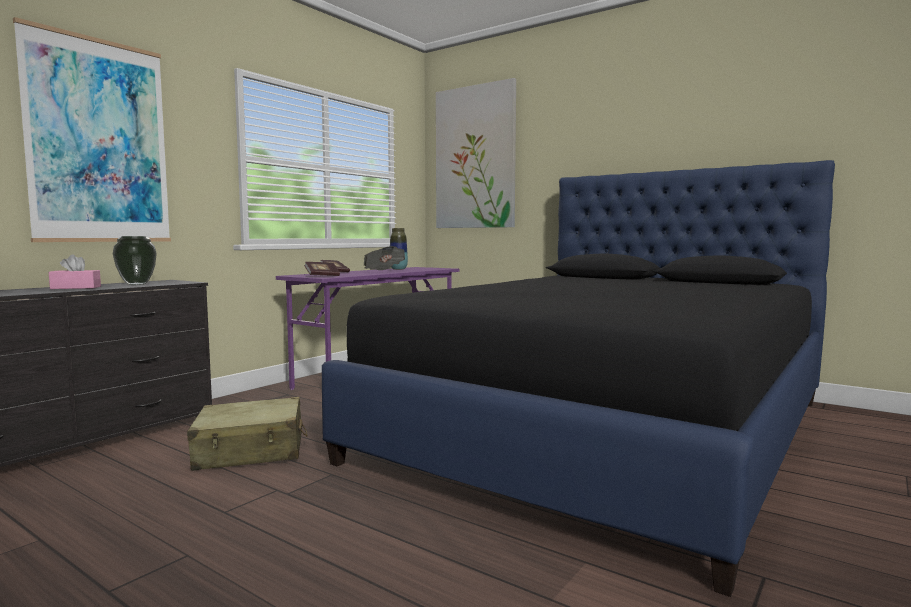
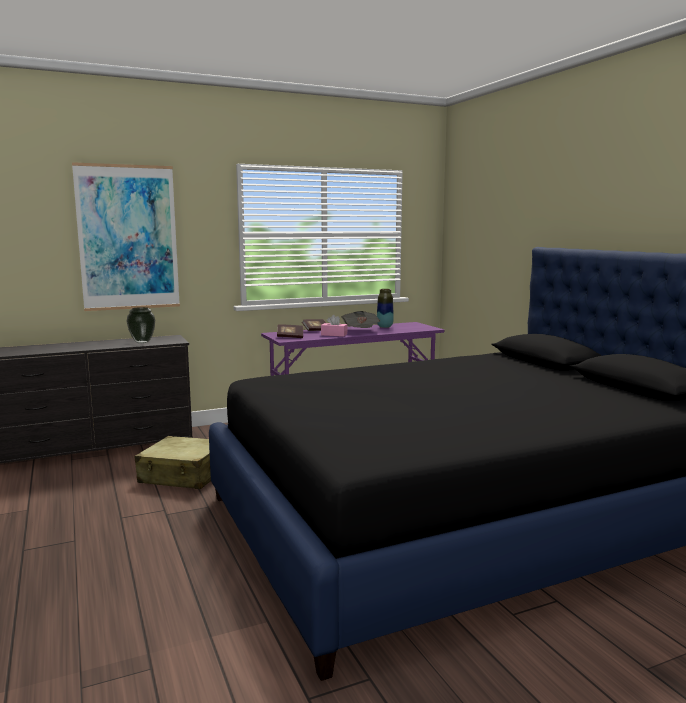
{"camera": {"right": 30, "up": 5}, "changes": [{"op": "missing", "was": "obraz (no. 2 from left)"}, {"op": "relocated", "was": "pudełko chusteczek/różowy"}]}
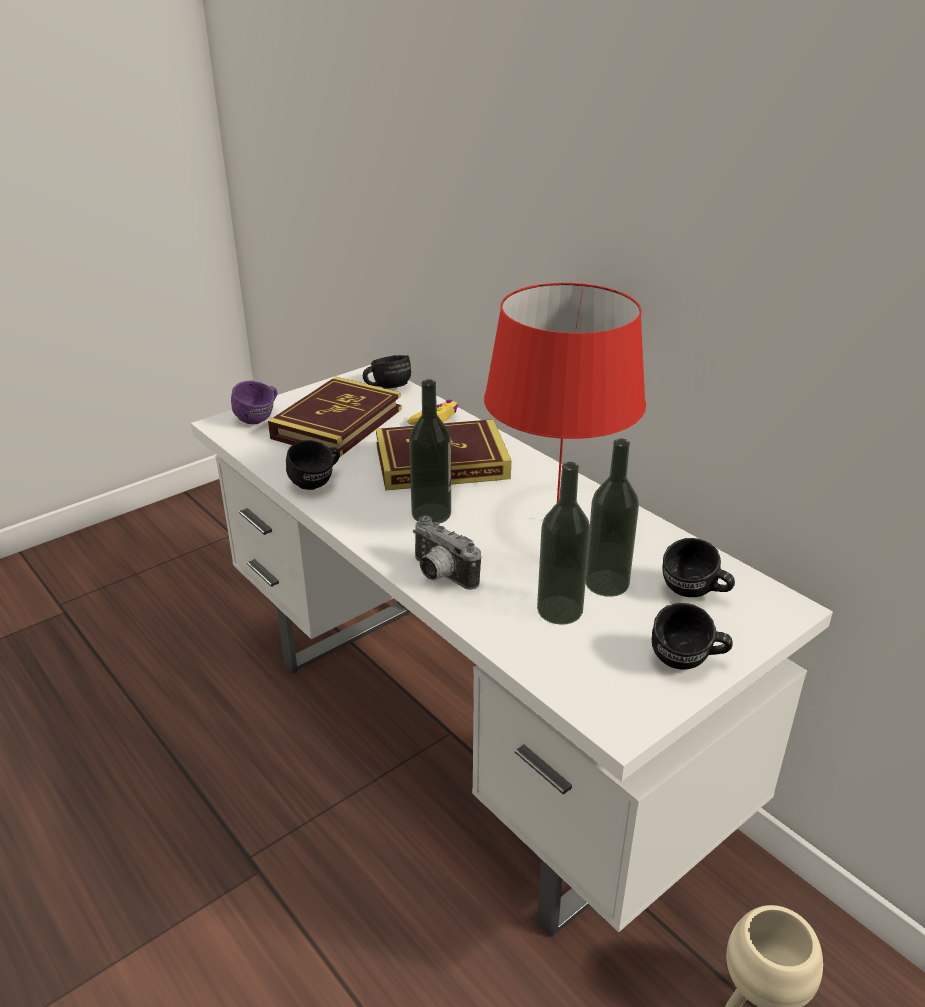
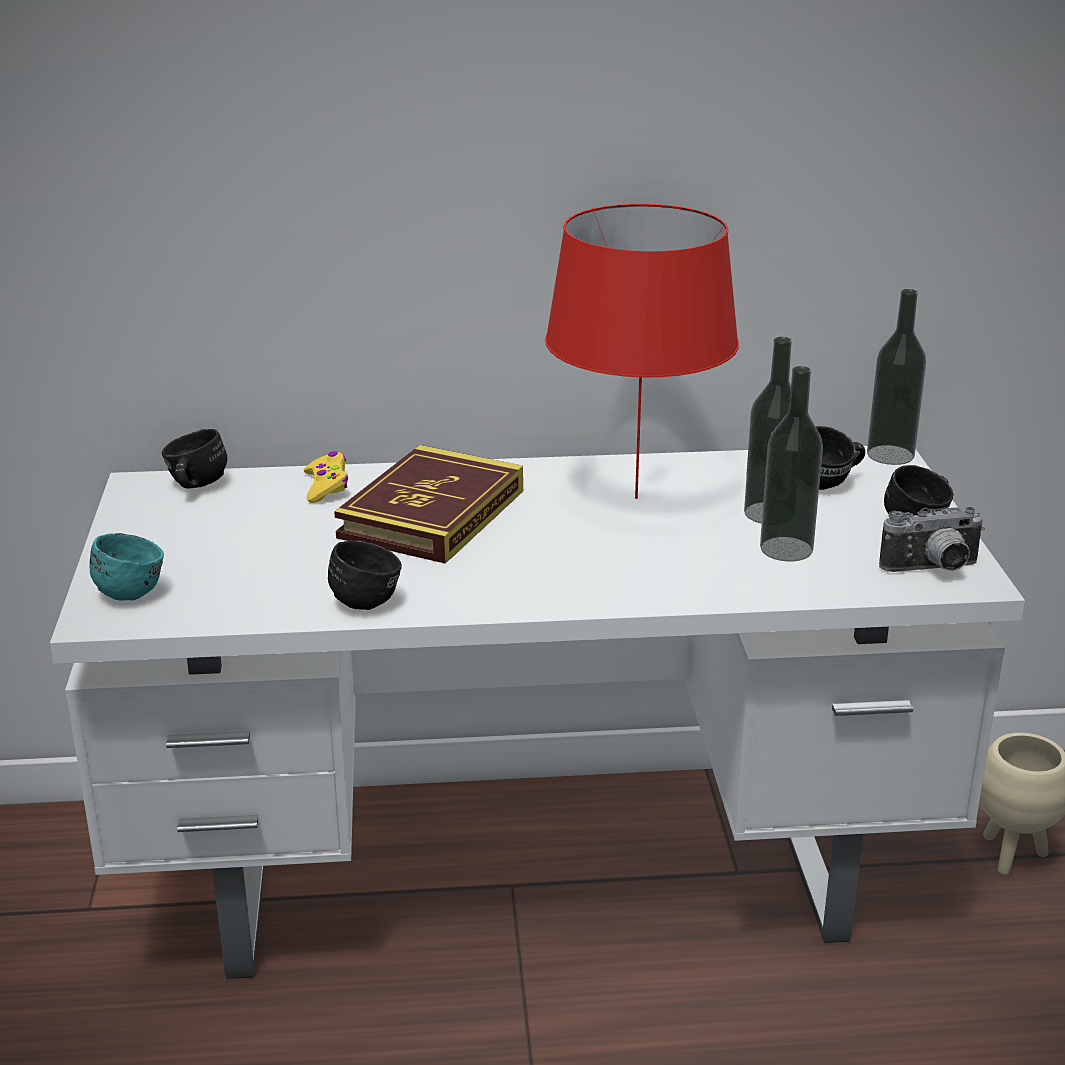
{"camera": {"right": -55, "up": -5}, "changes": [{"op": "missing", "was": "książka (no. 1 from left)"}, {"op": "relocated", "was": "butelka (no. 1 from left in the first image)", "now": "butelka (no. 3 from left)"}, {"op": "colour", "was": "kubek/fioletowy", "now": "kubek/turkusowy"}, {"op": "relocated", "was": "aparat fotograficzny"}]}
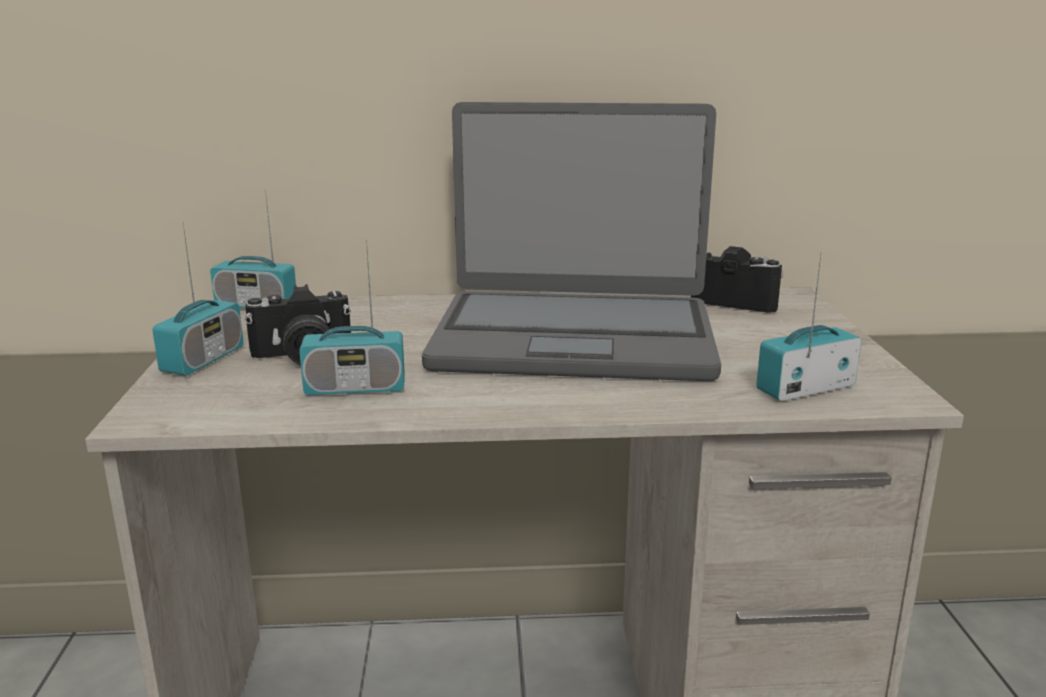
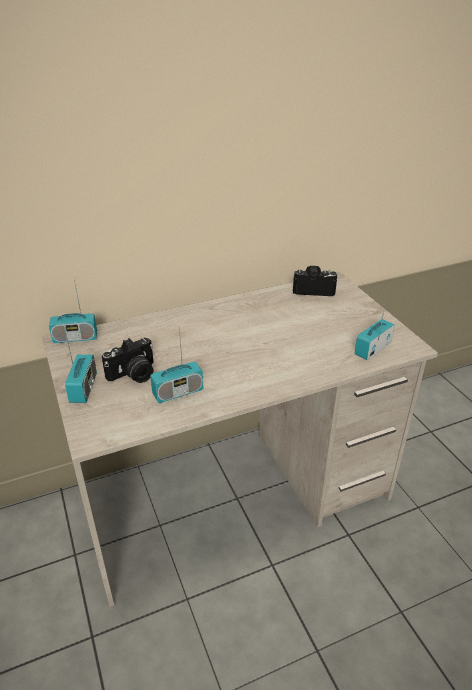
{"camera": {"right": -20, "up": 15}, "changes": [{"op": "missing", "was": "laptop"}]}
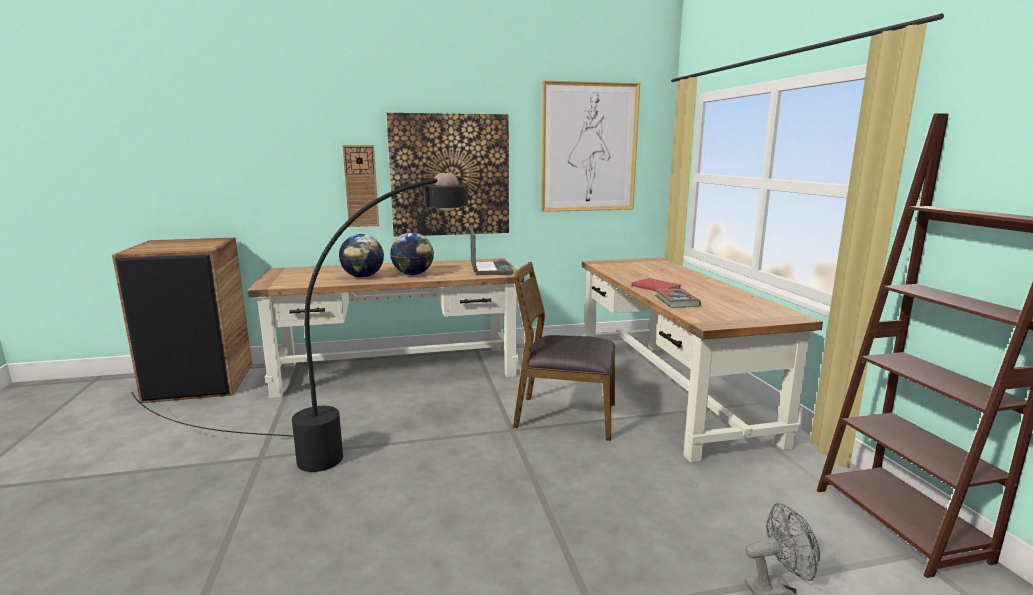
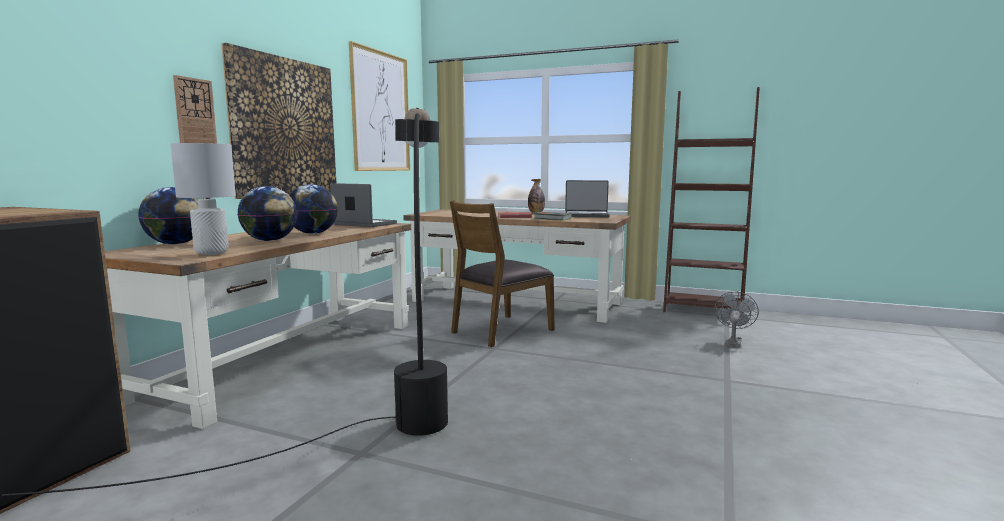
{"camera": {"right": -55, "up": -5}, "changes": [{"op": "appeared", "now": "lampa stołowa/szary"}, {"op": "appeared", "now": "butelka"}, {"op": "appeared", "now": "laptop (no. 2 from left)"}, {"op": "appeared", "now": "globus (no. 1 from left)"}]}
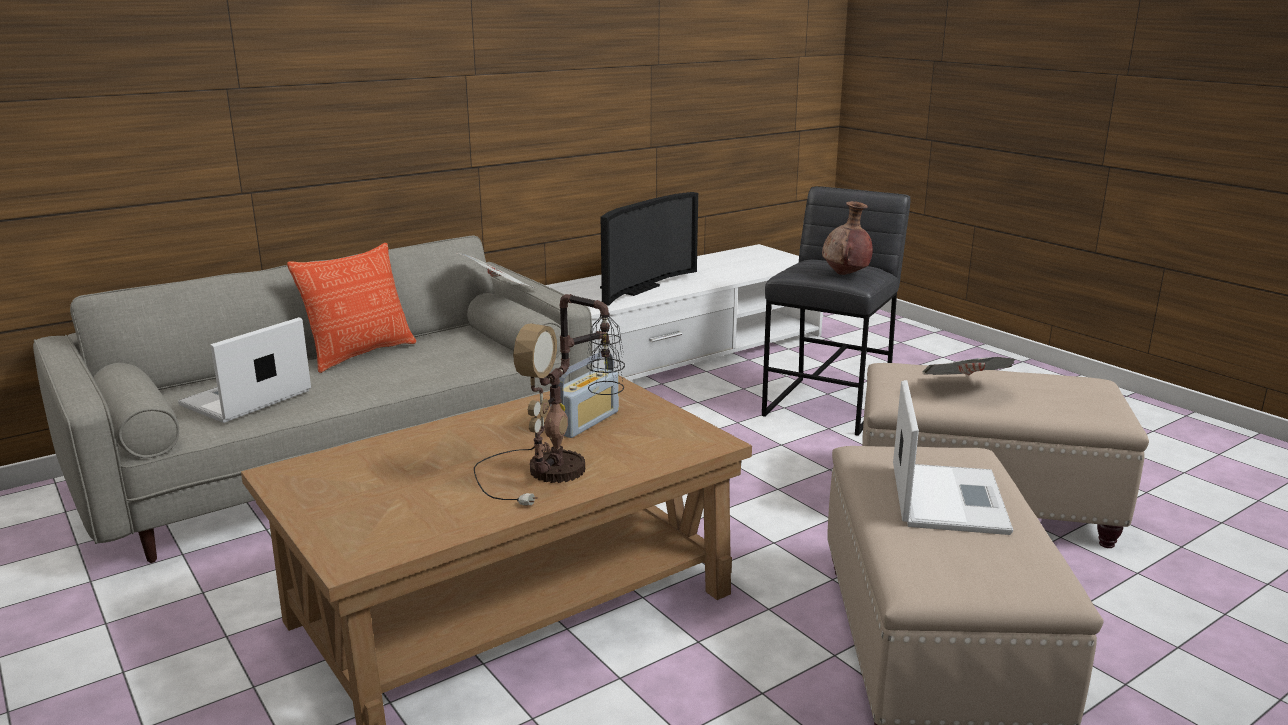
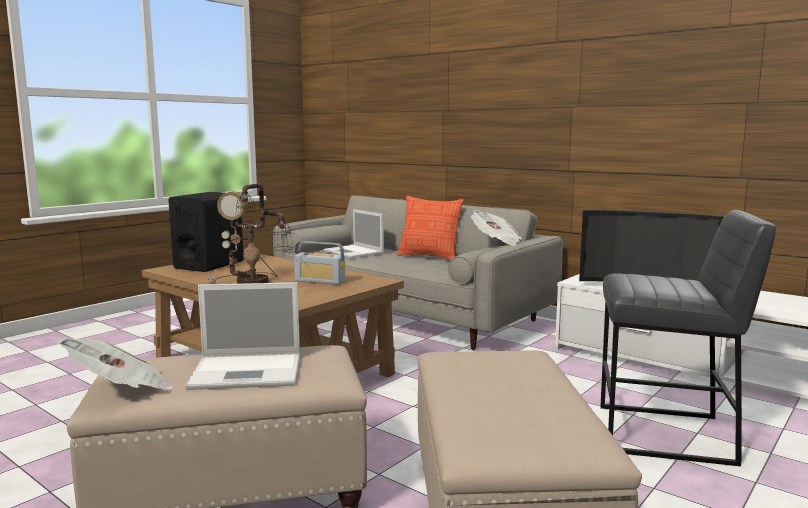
{"camera": {"right": 75, "up": -10}, "changes": [{"op": "missing", "was": "wazon/brązowy"}, {"op": "spun", "was": "laptop (no. 1 from left in the first image)", "clockwise": -150}, {"op": "relocated", "was": "gazeta (no. 2 from left in the first image)", "now": "gazeta (no. 1 from left)"}, {"op": "appeared", "now": "głośnik/czarny"}]}
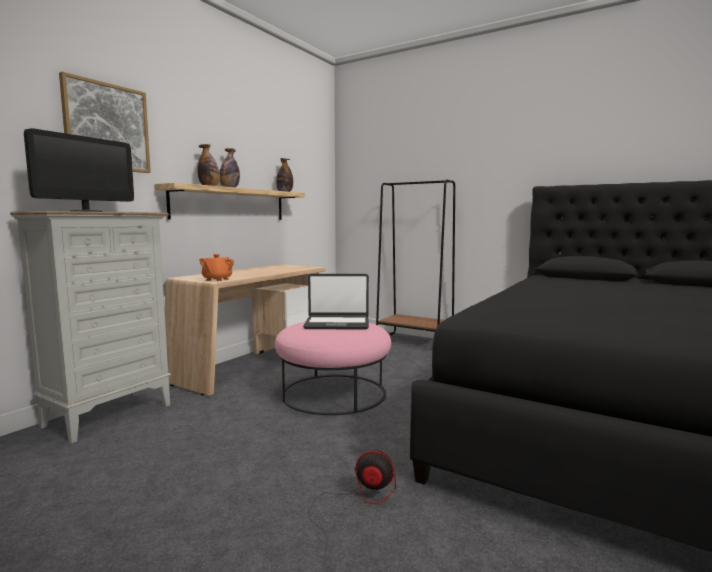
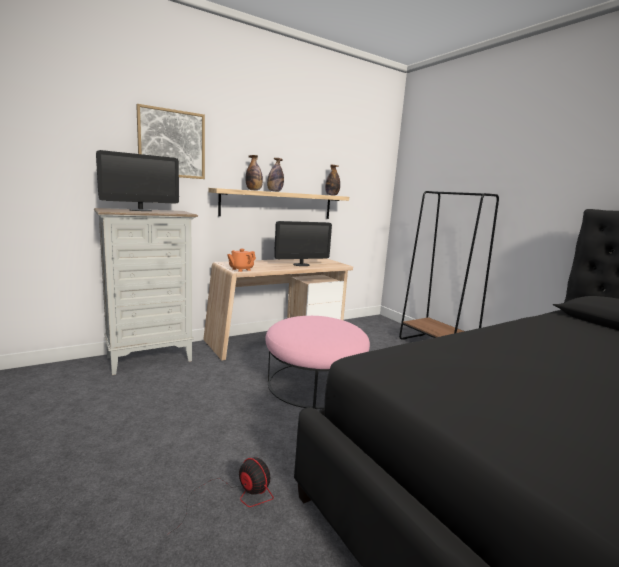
{"camera": {"right": 25, "up": 5}, "changes": [{"op": "missing", "was": "laptop"}, {"op": "appeared", "now": "monitor (no. 2 from left)"}]}
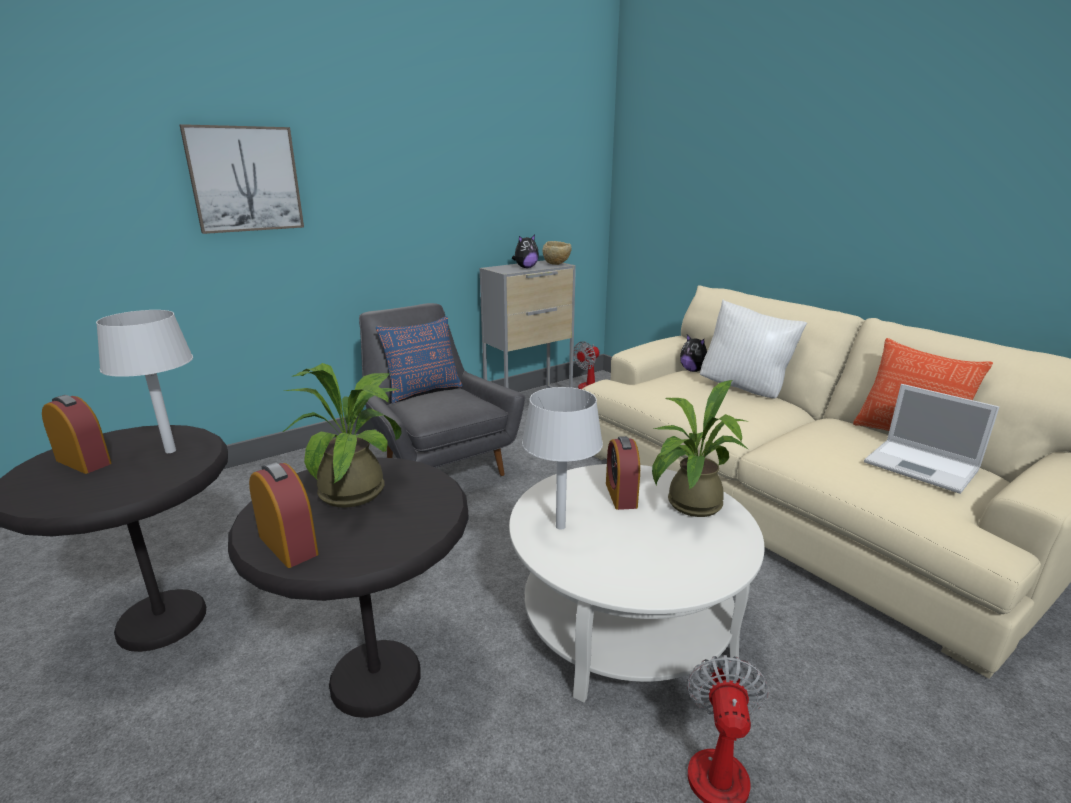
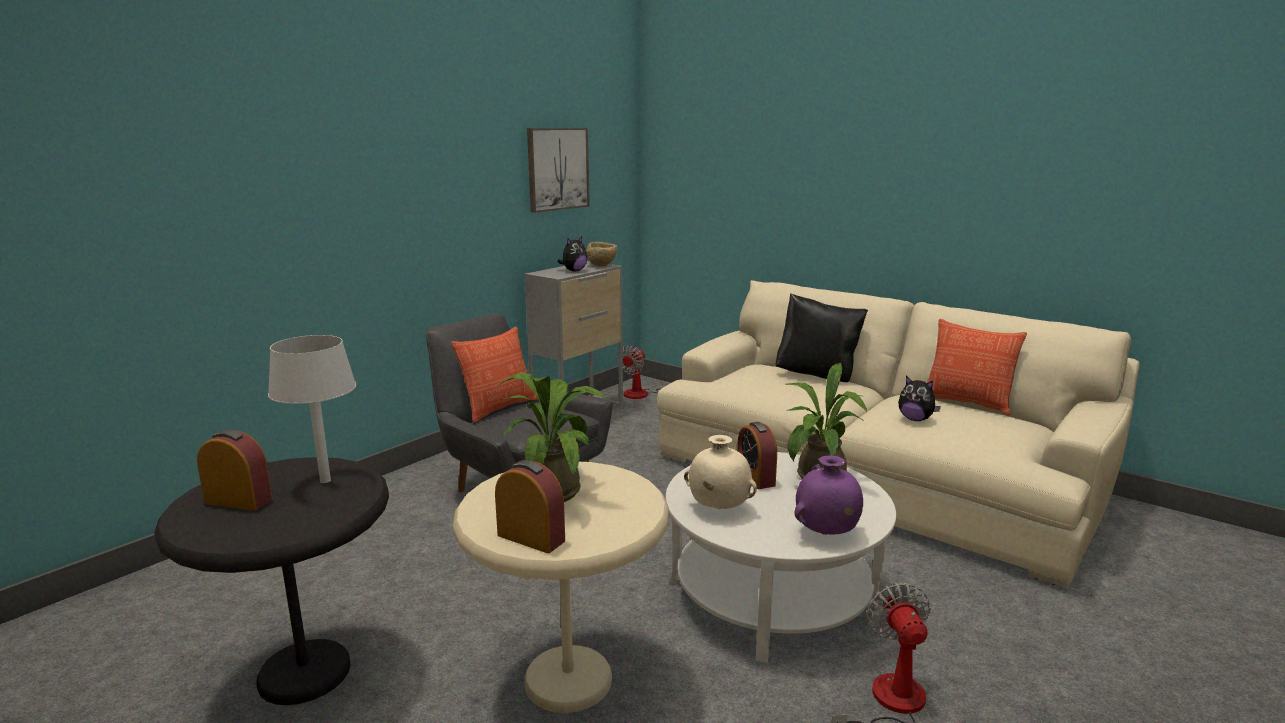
{"camera": {"right": -15, "up": -5}, "changes": [{"op": "relocated", "was": "obraz"}, {"op": "colour", "was": "poduszka/biały", "now": "poduszka/czarny"}, {"op": "colour", "was": "poduszka/niebieski", "now": "poduszka/pomarańczowy (no. 1 from left)"}, {"op": "relocated", "was": "pluszak (no. 2 from left)"}, {"op": "missing", "was": "laptop"}, {"op": "exchanged", "was": "lampa stołowa/szary (no. 2 from left)", "now": "wazon/beżowy"}, {"op": "colour", "was": "stolik/czarny (no. 2 from left)", "now": "stolik/beżowy"}, {"op": "appeared", "now": "wazon/fioletowy"}]}
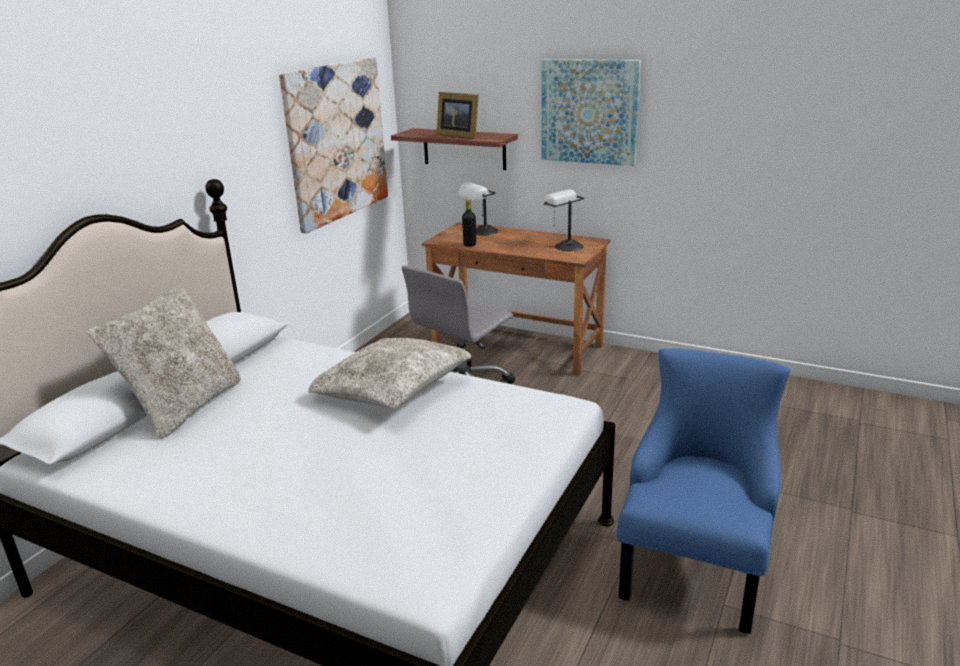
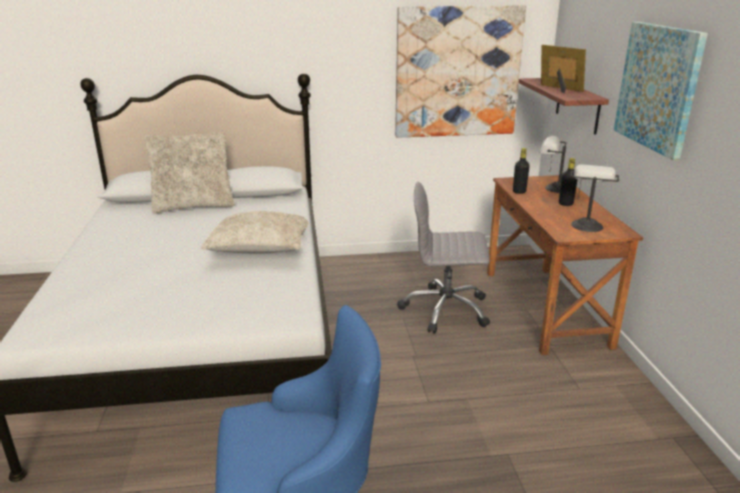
{"camera": {"right": 55, "up": 0}, "changes": [{"op": "spun", "was": "ramka na zdjęcie", "clockwise": 135}, {"op": "appeared", "now": "butelka/czarny (no. 2 from left)"}]}
